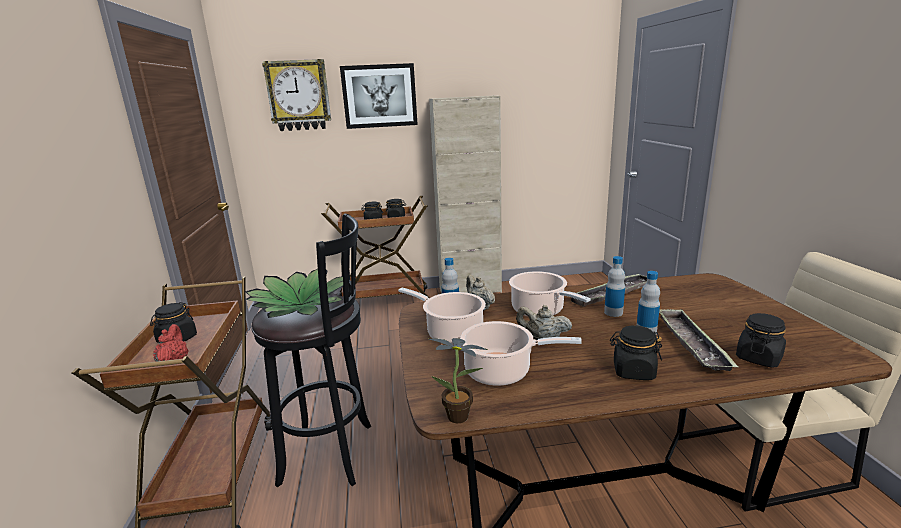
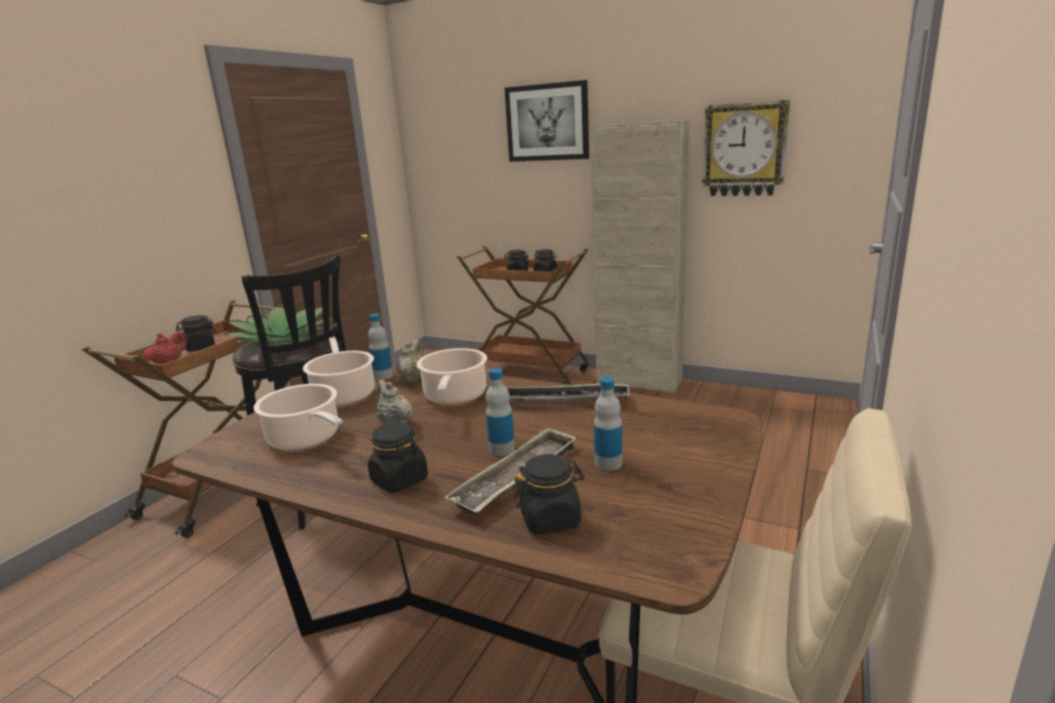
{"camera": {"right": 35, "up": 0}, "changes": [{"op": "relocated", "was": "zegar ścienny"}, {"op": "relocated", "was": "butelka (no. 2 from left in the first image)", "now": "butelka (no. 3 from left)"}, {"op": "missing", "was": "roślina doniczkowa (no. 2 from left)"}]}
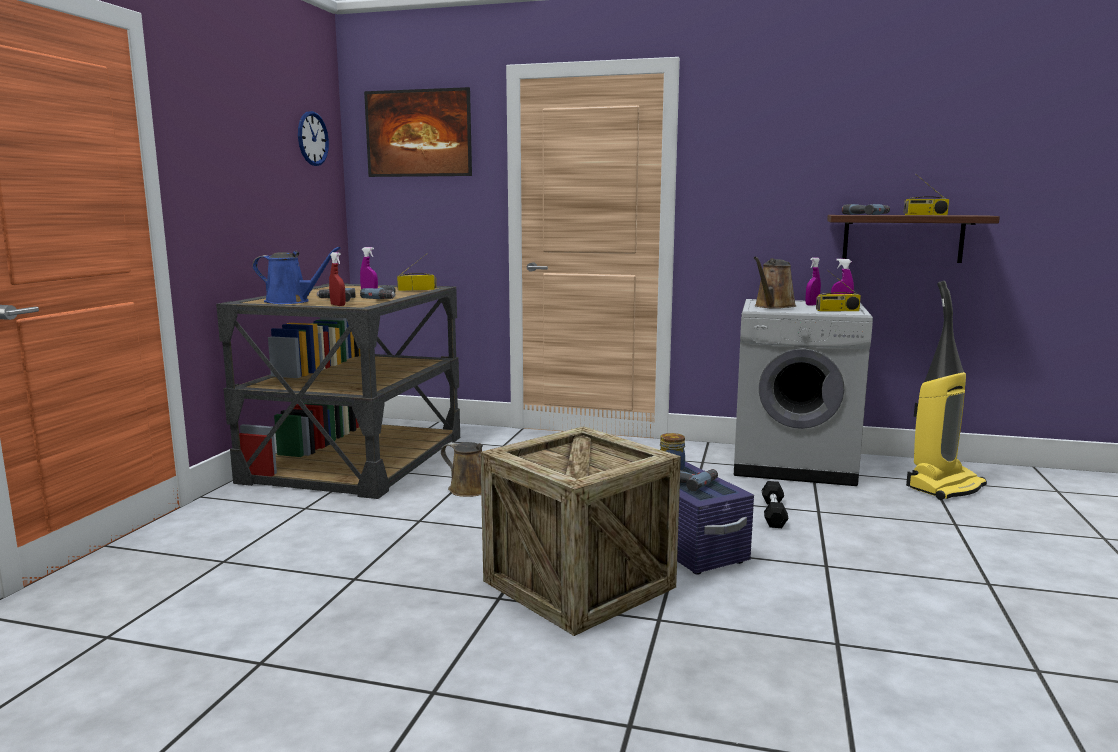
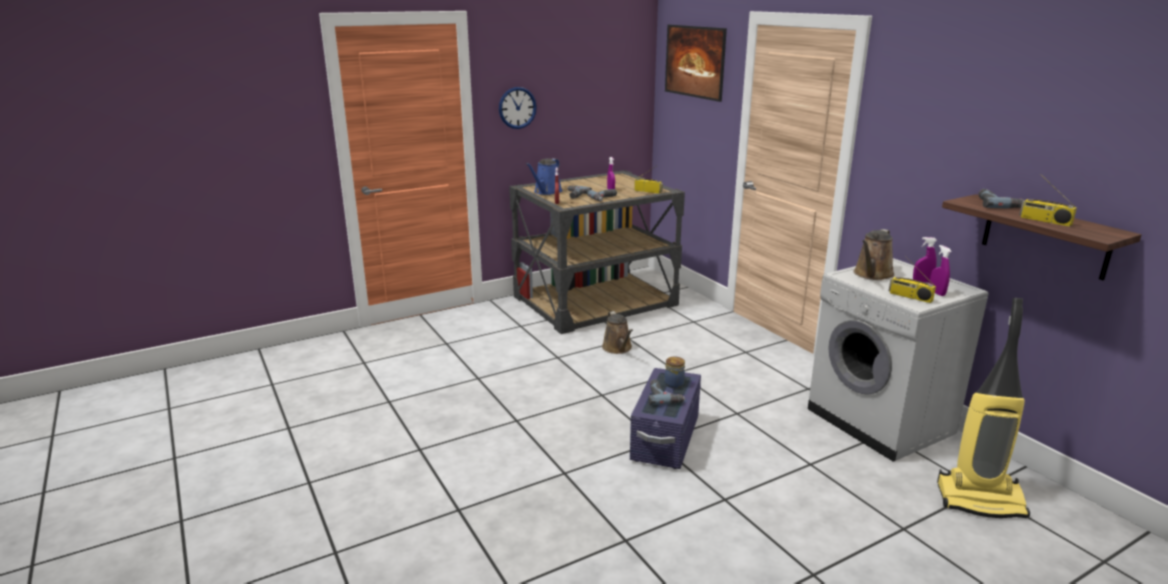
{"camera": {"right": 45, "up": 10}, "changes": [{"op": "relocated", "was": "zegar ścienny"}, {"op": "spun", "was": "konewka/niebieski", "clockwise": 60}, {"op": "spun", "was": "konewka/brązowy (no. 2 from left)", "clockwise": -45}, {"op": "missing", "was": "skrzynka"}, {"op": "missing", "was": "hantel/czarny"}]}
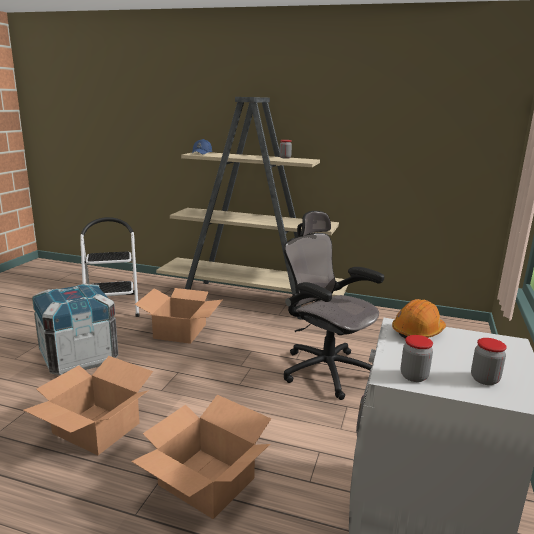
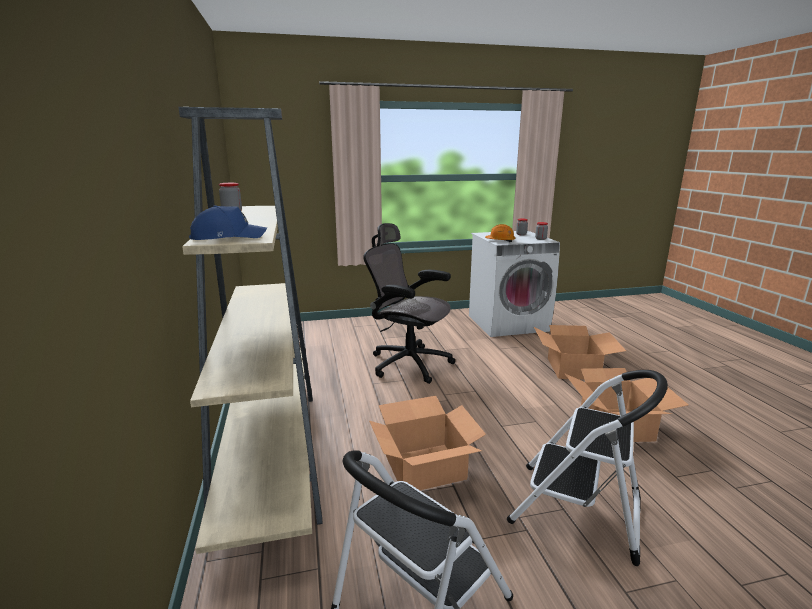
{"camera": {"right": -120, "up": 0}, "changes": [{"op": "spun", "was": "krzesło biurowe", "clockwise": 105}, {"op": "exchanged", "was": "skrzynka", "now": "drabinka (no. 2 from left)"}]}
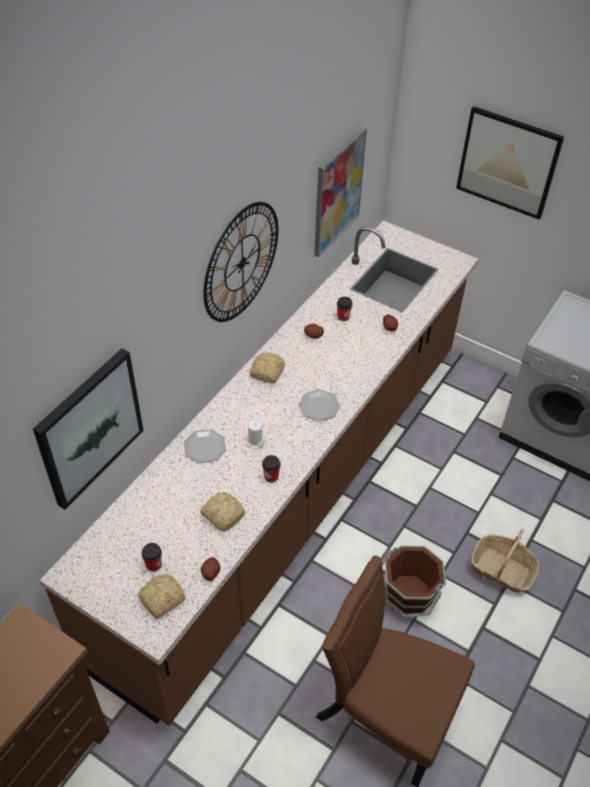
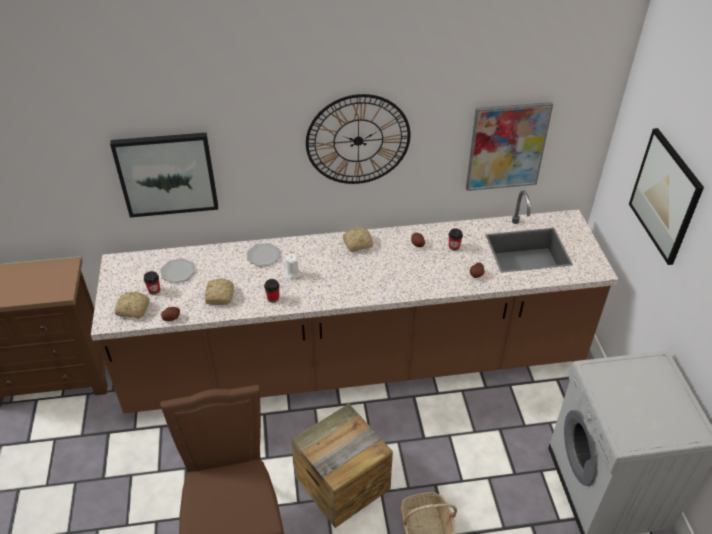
{"camera": {"right": 50, "up": -5}, "changes": [{"op": "relocated", "was": "talerz (no. 2 from left in the first image)", "now": "talerz (no. 1 from left)"}, {"op": "exchanged", "was": "wiadro/brązowy", "now": "skrzynka"}]}
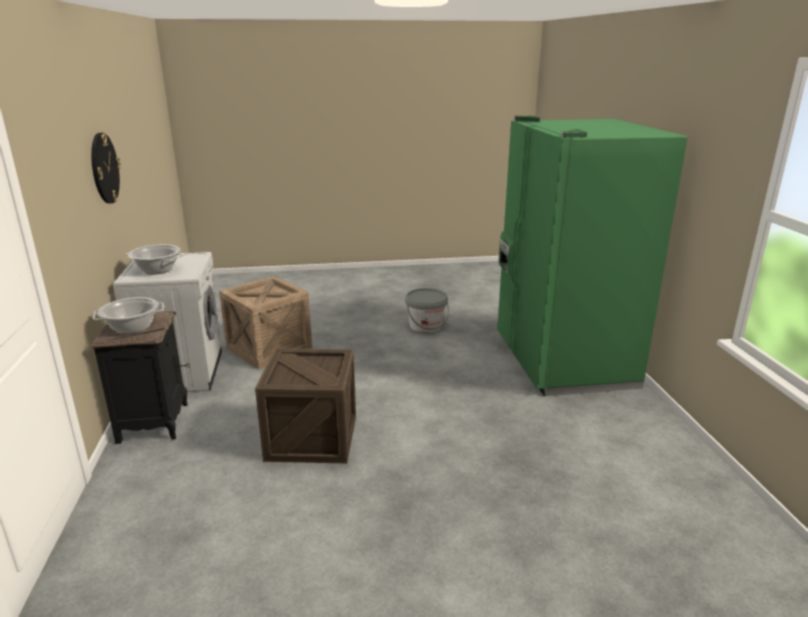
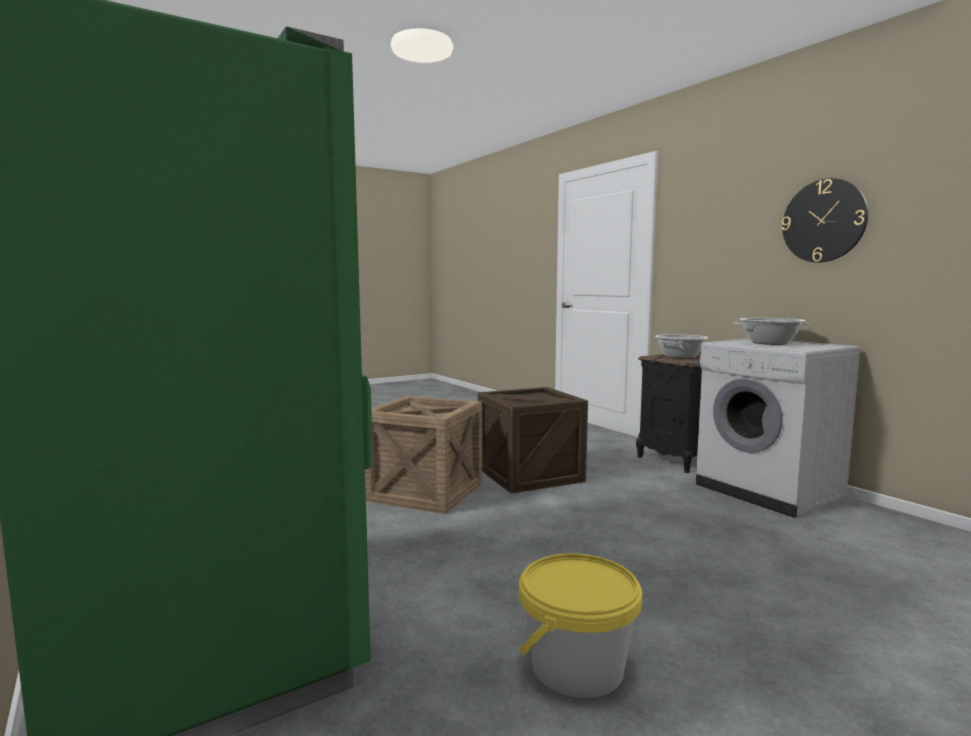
{"camera": {"right": 155, "up": -15}, "changes": [{"op": "relocated", "was": "skrzynka (no. 1 from left)"}, {"op": "colour", "was": "wiadro/szary", "now": "wiadro/żółty"}]}
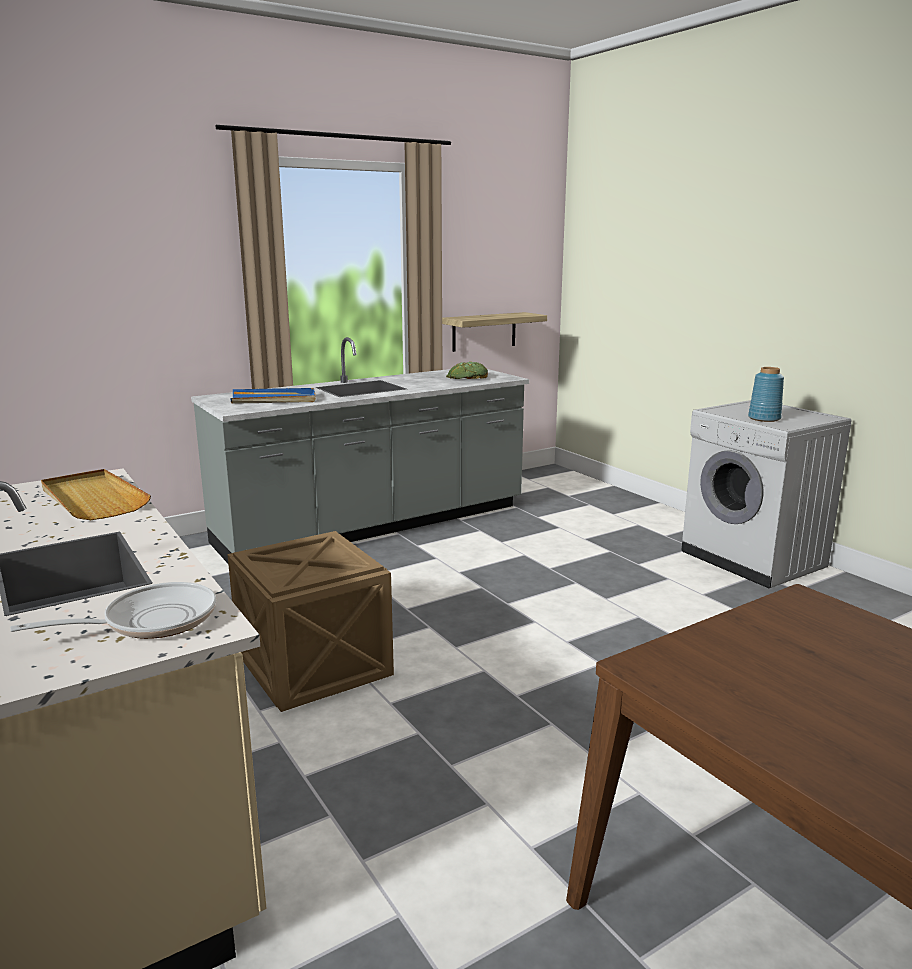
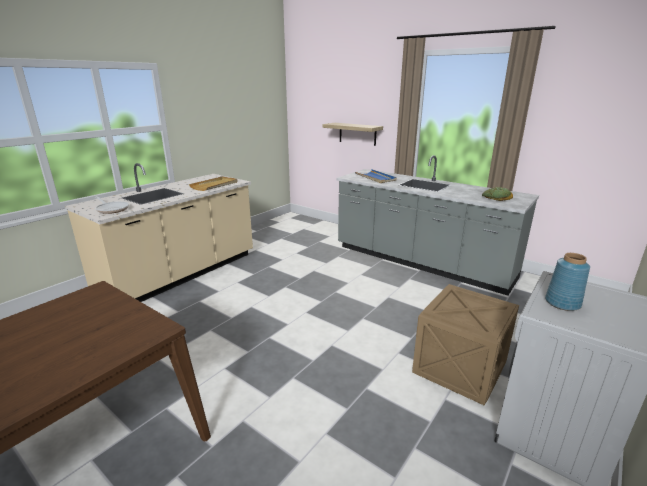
{"camera": {"right": 70, "up": 5}, "changes": [{"op": "relocated", "was": "półka"}, {"op": "relocated", "was": "skrzynka"}]}
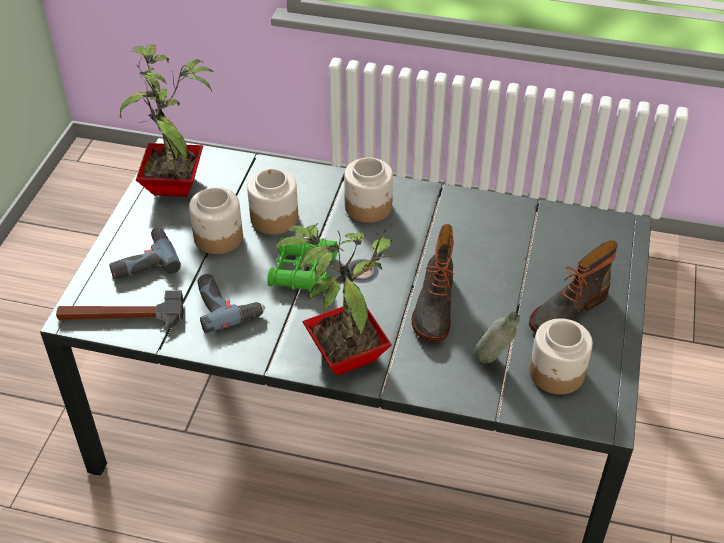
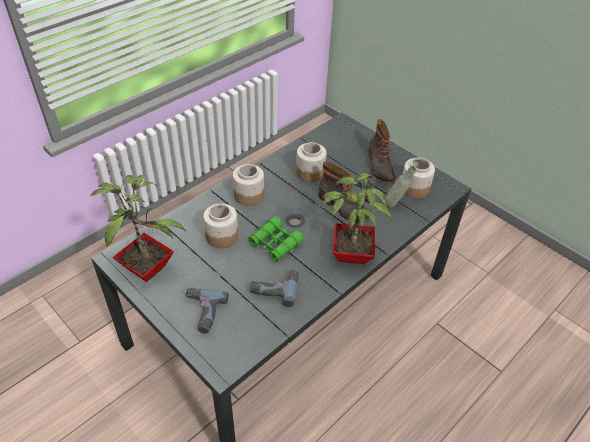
{"camera": {"right": -60, "up": 0}, "changes": [{"op": "relocated", "was": "słoik (no. 1 from left in the first image)", "now": "słoik (no. 3 from left)"}, {"op": "missing", "was": "młotek"}]}
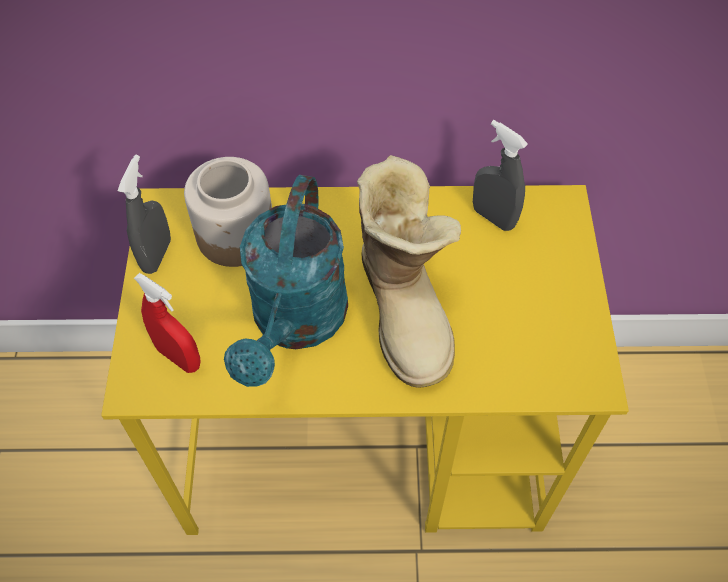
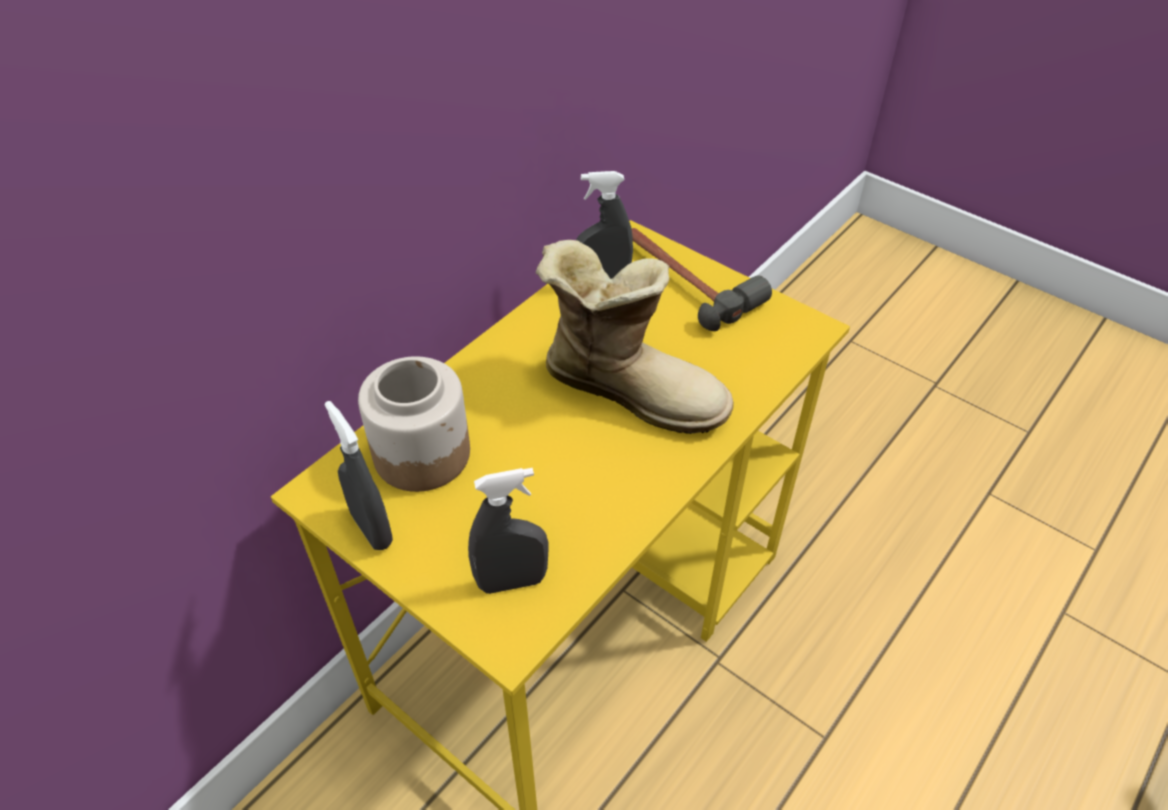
{"camera": {"right": -50, "up": -10}, "changes": [{"op": "missing", "was": "konewka/turkusowy"}, {"op": "colour", "was": "spryskiwacz/czerwony", "now": "spryskiwacz/szary (no. 2 from left)"}, {"op": "appeared", "now": "młotek"}]}
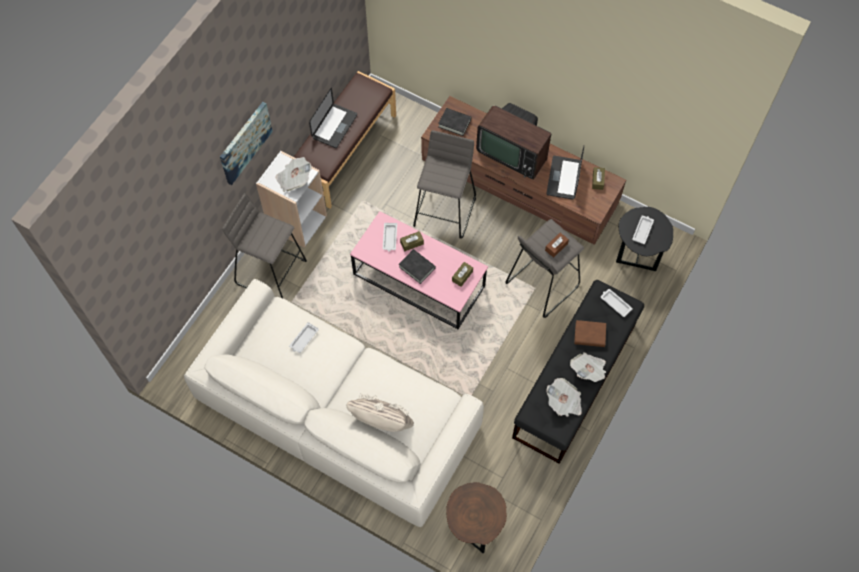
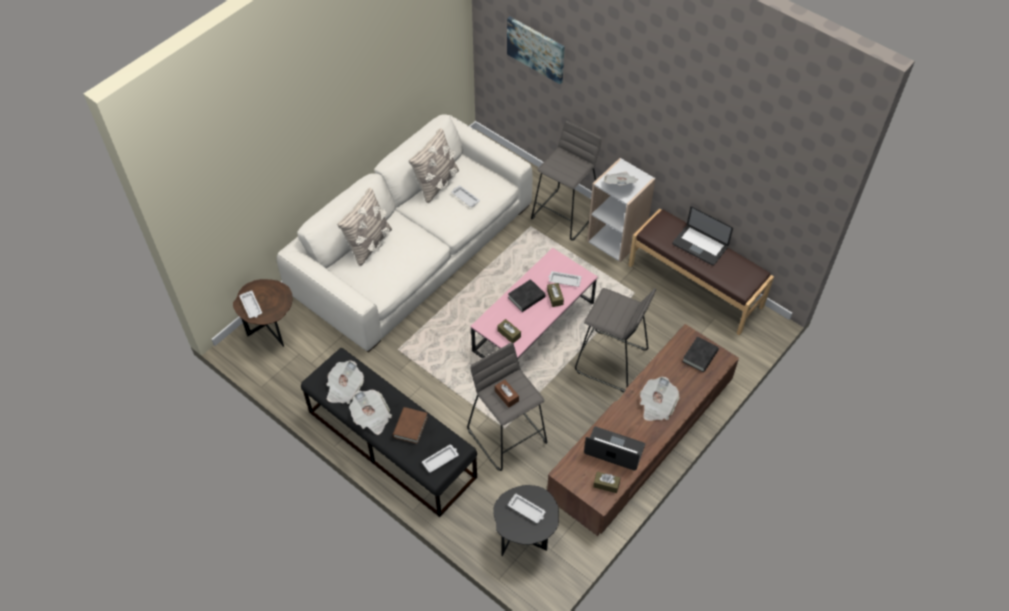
{"camera": {"right": 100, "up": -10}, "changes": [{"op": "relocated", "was": "obraz"}, {"op": "exchanged", "was": "telewizor", "now": "gazeta (no. 4 from left)"}, {"op": "appeared", "now": "poduszka/beżowy (no. 2 from left)"}, {"op": "appeared", "now": "taca/biały (no. 1 from left)"}]}
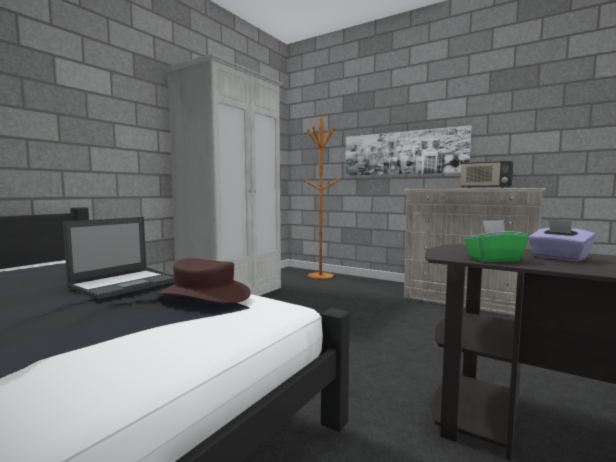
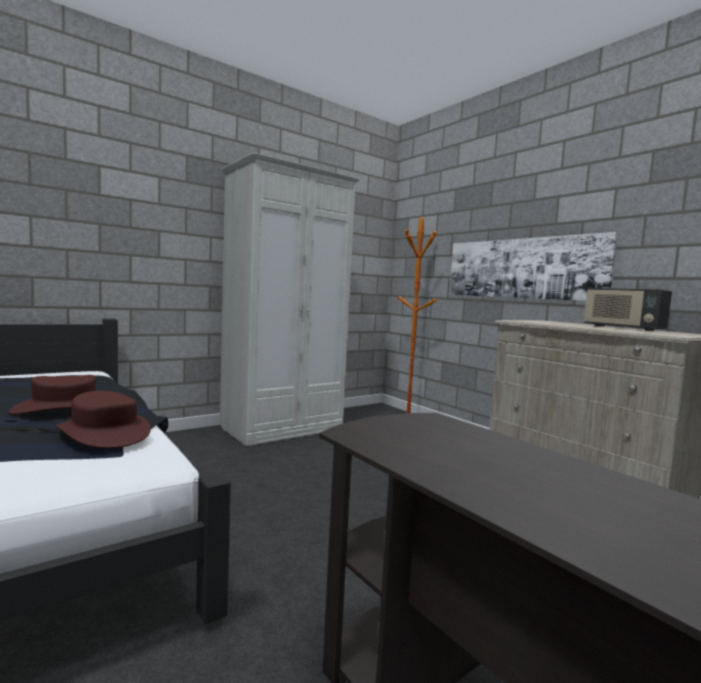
{"camera": {"right": 20, "up": 0}, "changes": [{"op": "exchanged", "was": "laptop", "now": "kapelusz/brązowy (no. 1 from left)"}, {"op": "missing", "was": "pudełko chusteczek/fioletowy"}, {"op": "missing", "was": "pudełko chusteczek/zielony"}]}
